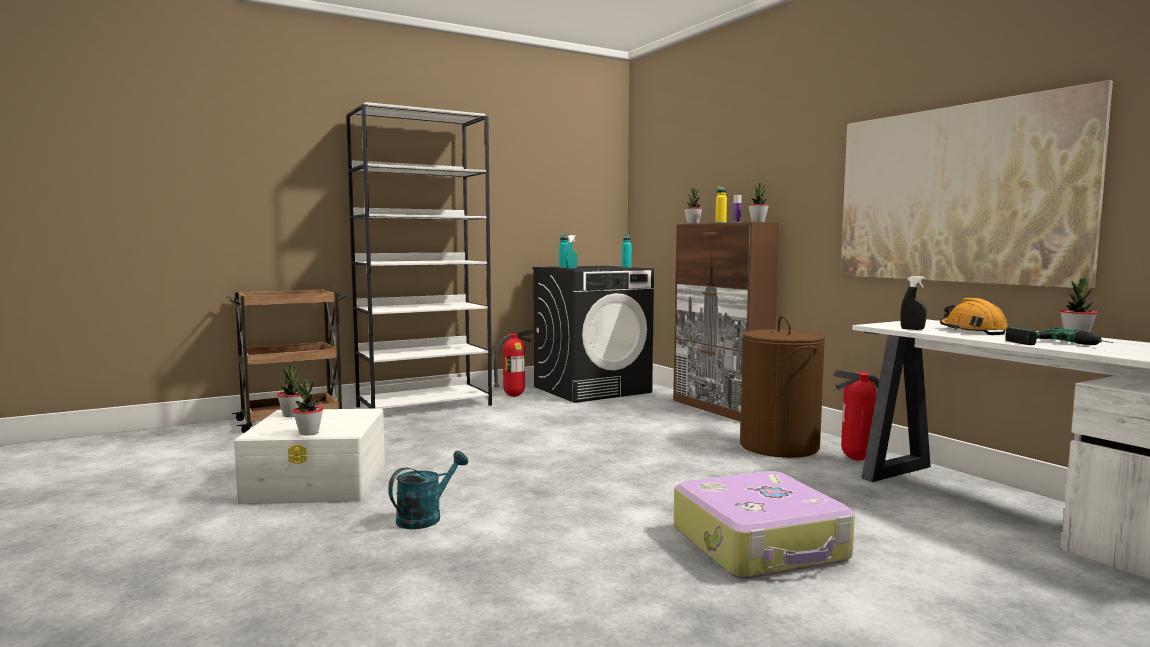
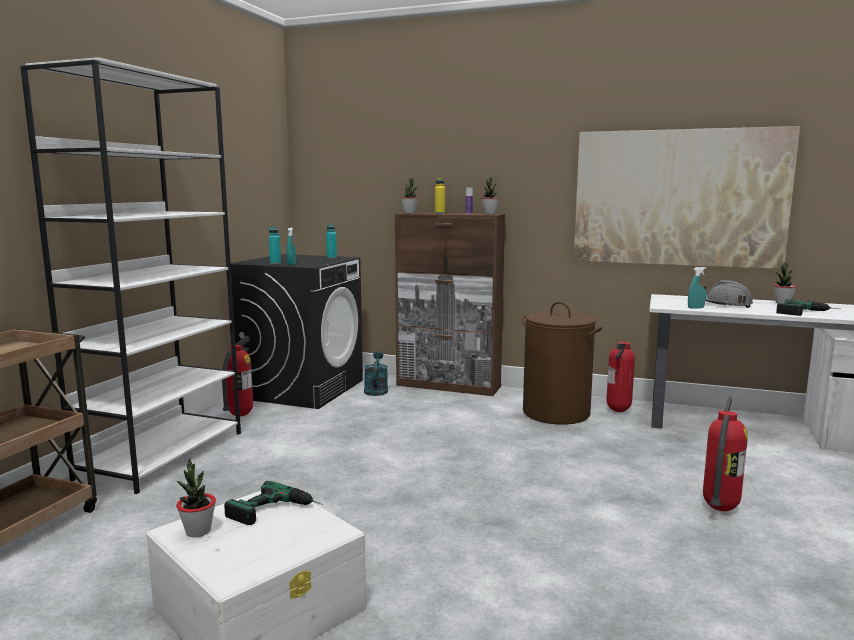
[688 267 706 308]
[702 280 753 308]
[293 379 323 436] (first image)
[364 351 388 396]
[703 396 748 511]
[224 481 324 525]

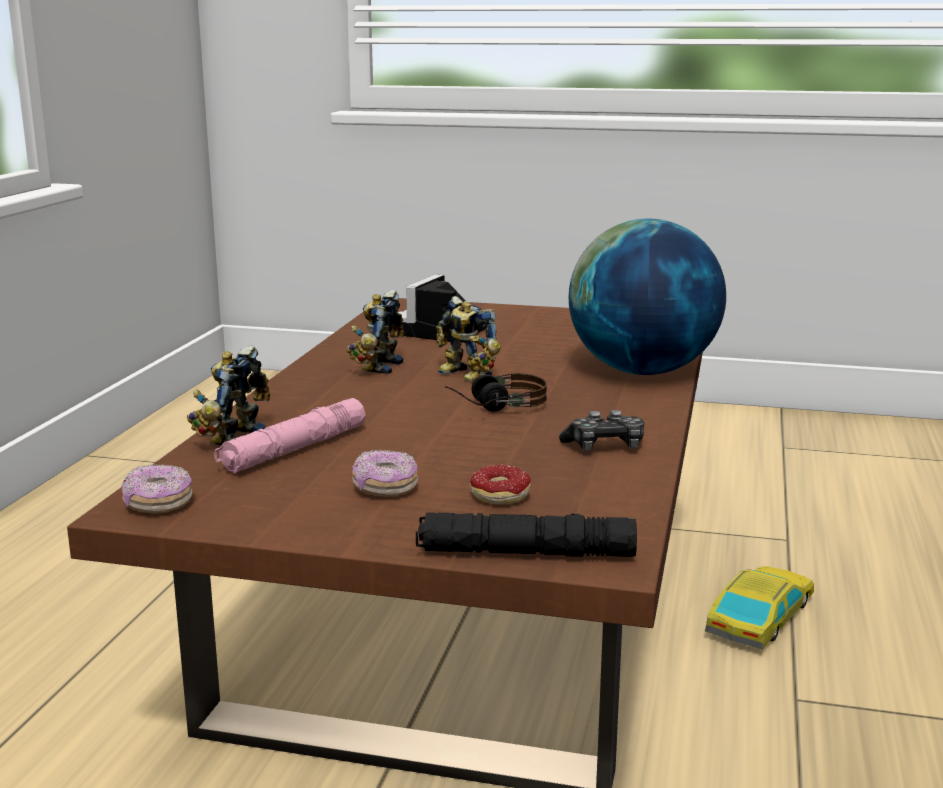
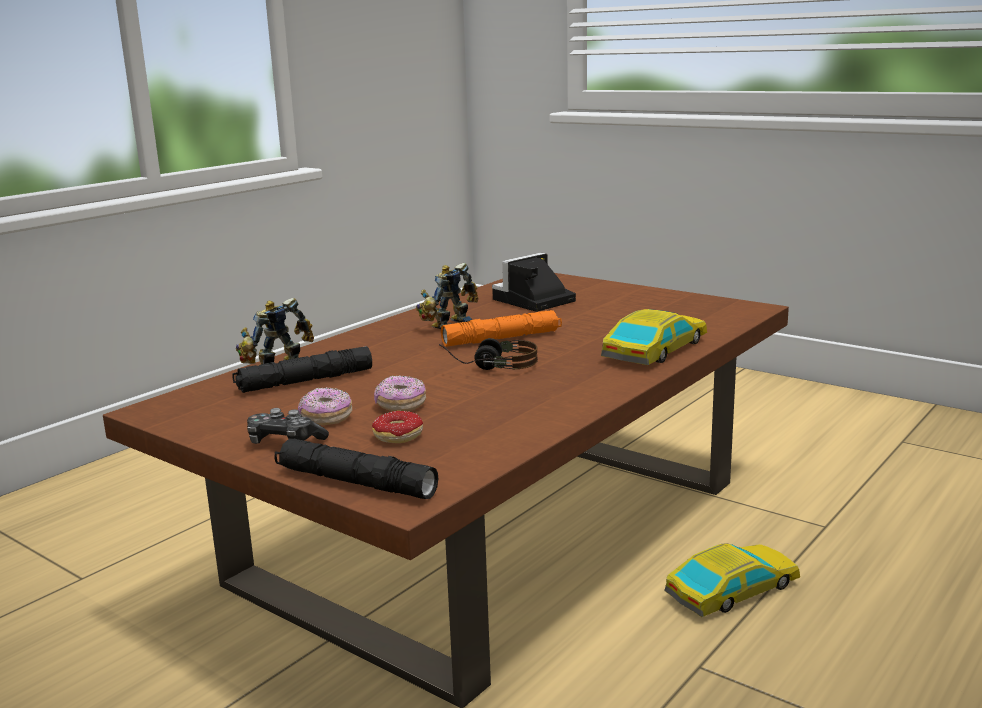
[601 309 707 365]
[441 310 562 347]
[232 346 372 393]
[247 408 329 444]
[374 375 426 411]

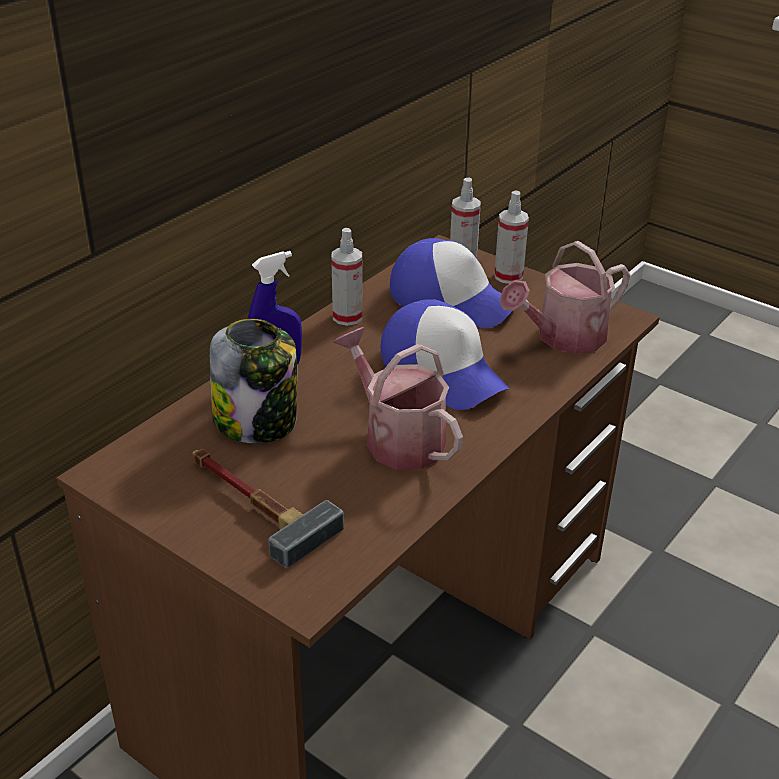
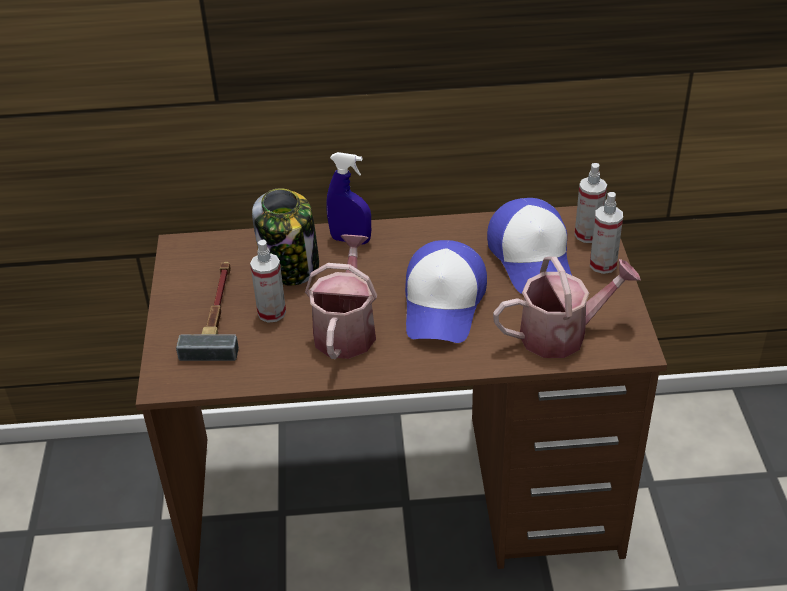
[250 239 286 323]
[493 257 641 358]

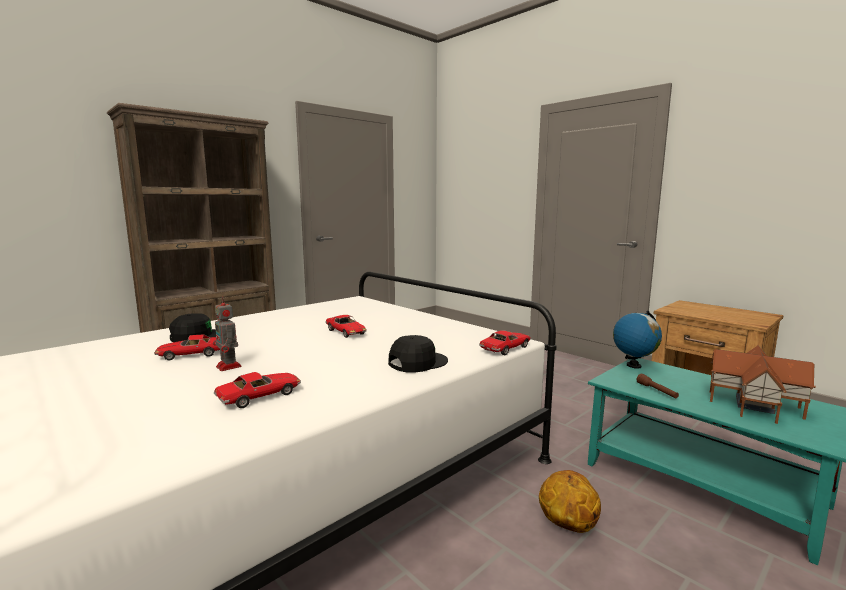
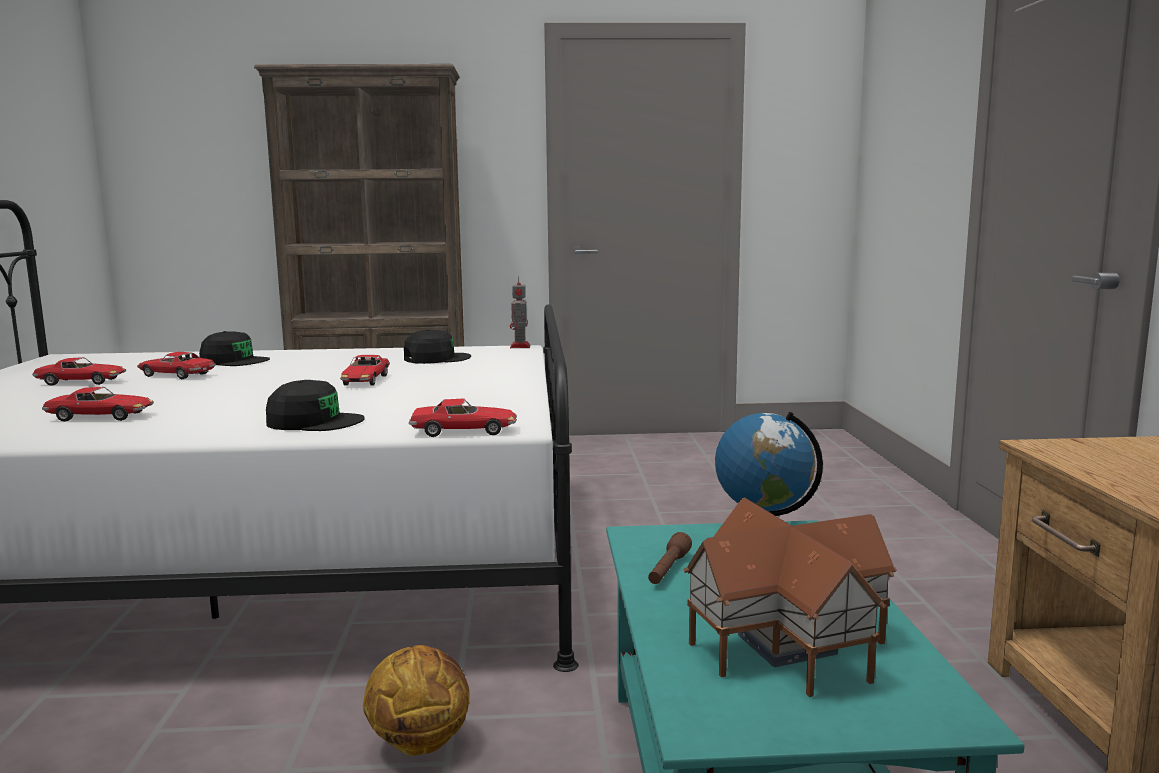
[510 276 530 348]
[404 329 471 364]
[32 357 126 386]

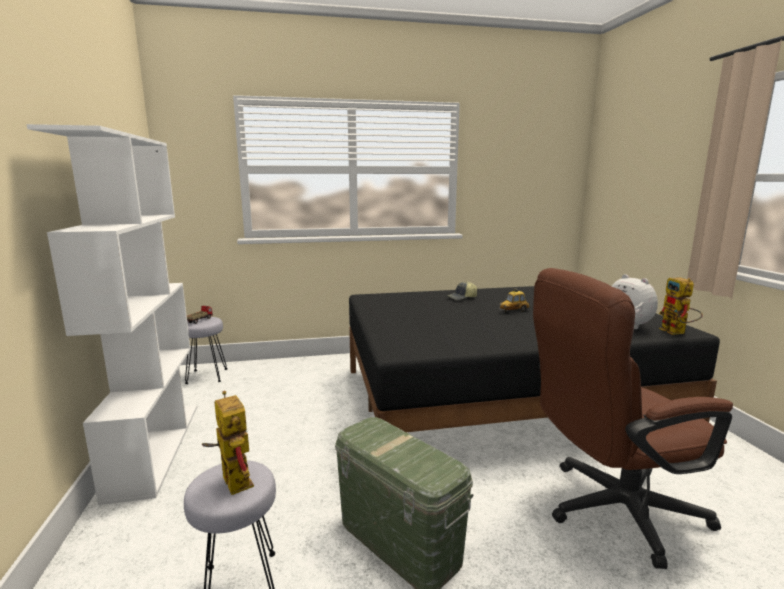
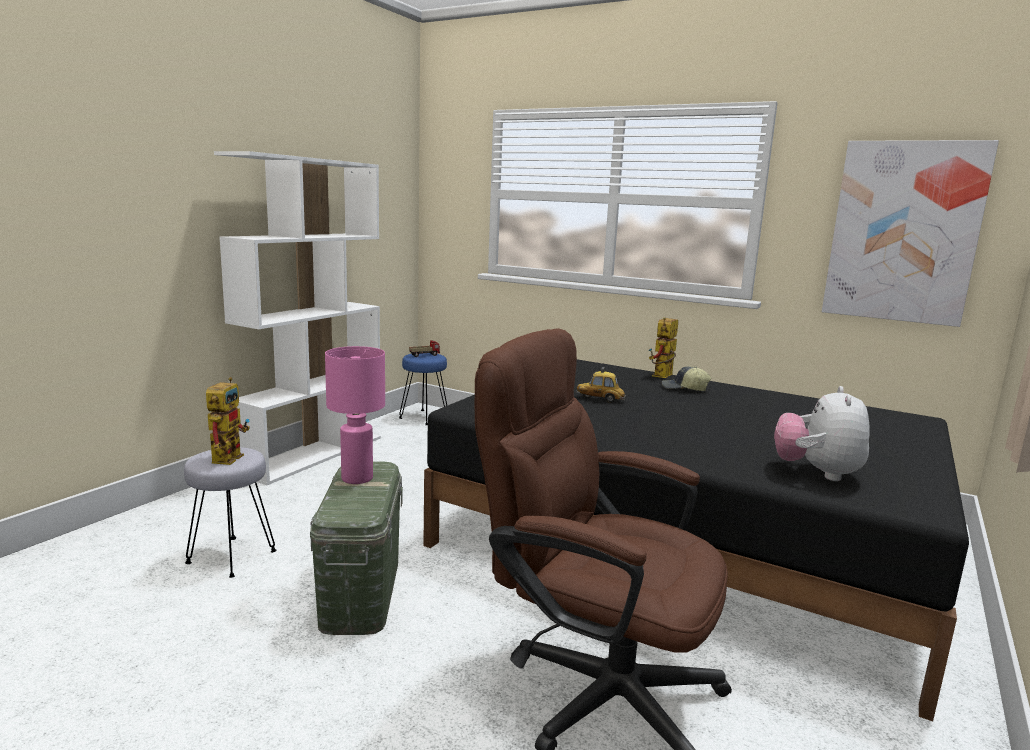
[649 317 678 378]
[576 367 626 403]
[399 353 447 425]
[822 140 999 327]
[325 346 385 484]

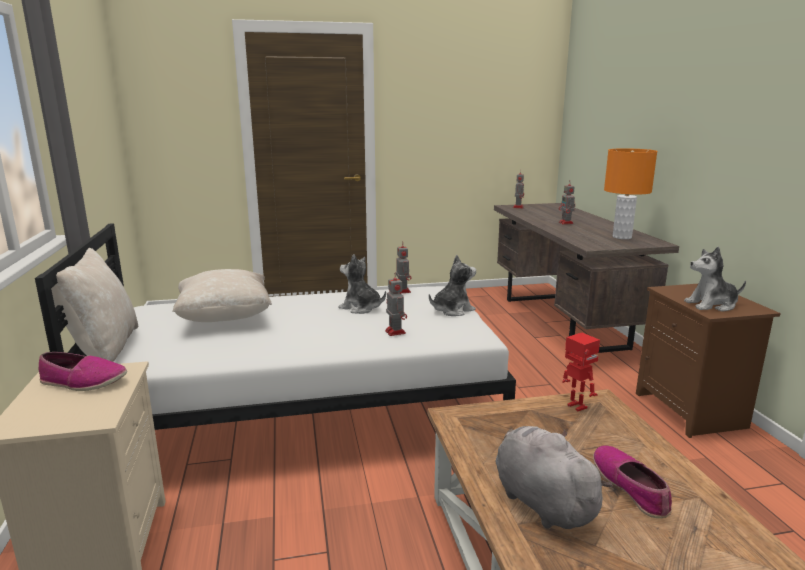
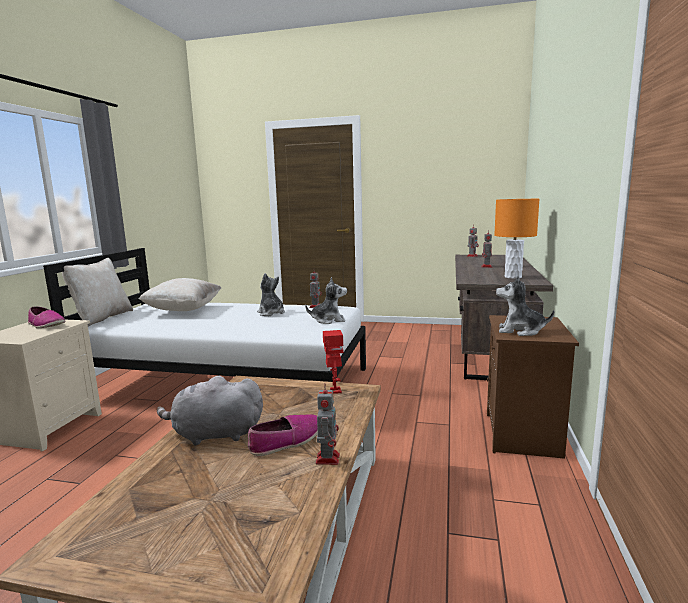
[316 384 340 465]
[157 376 263 446]
[248 414 318 456]

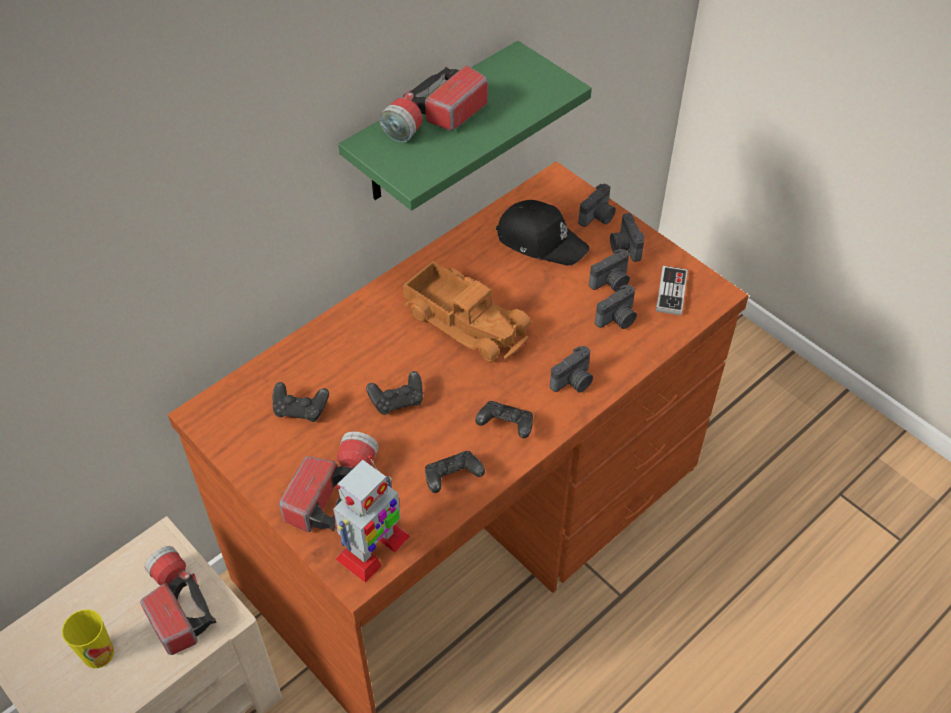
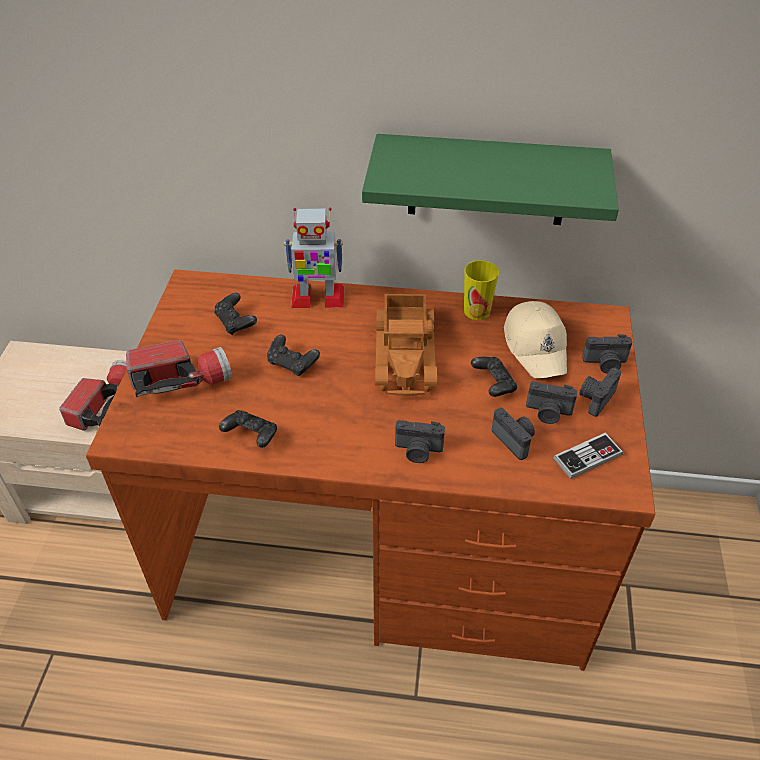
[379 66 488 142] (first image)
[504 301 567 378]
[492 408 535 460]
[471 357 517 397]
[284 208 344 308]
[464 260 499 320]

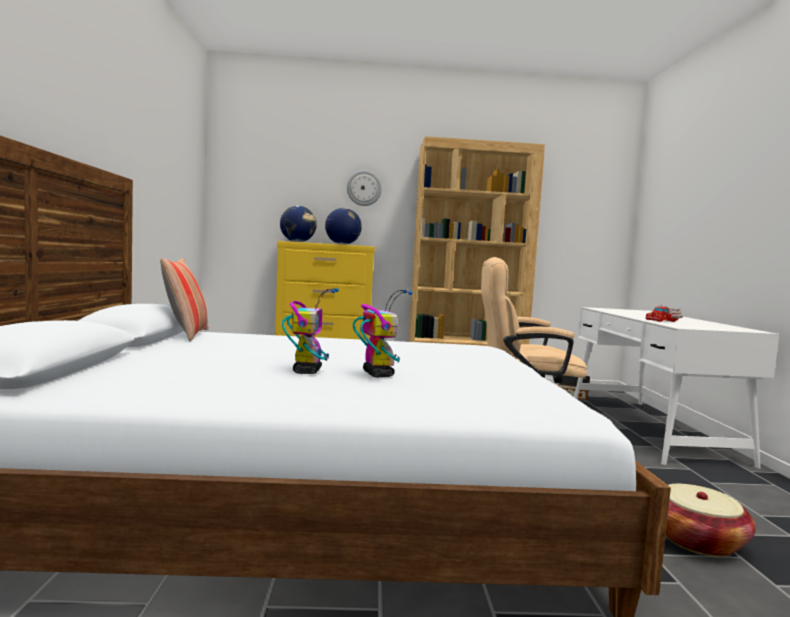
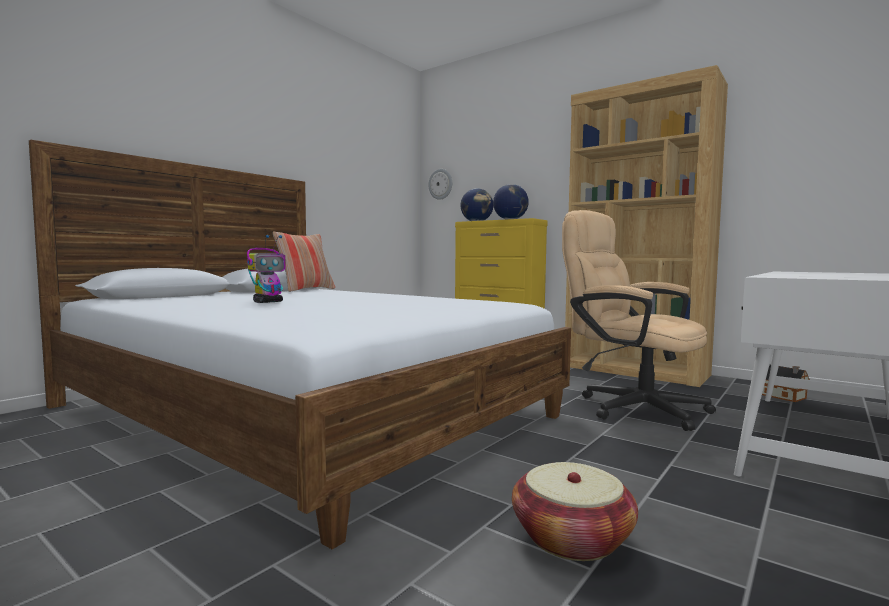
[428 169 452 200]
[353 290 413 377] (first image)
[645 305 683 322] (first image)

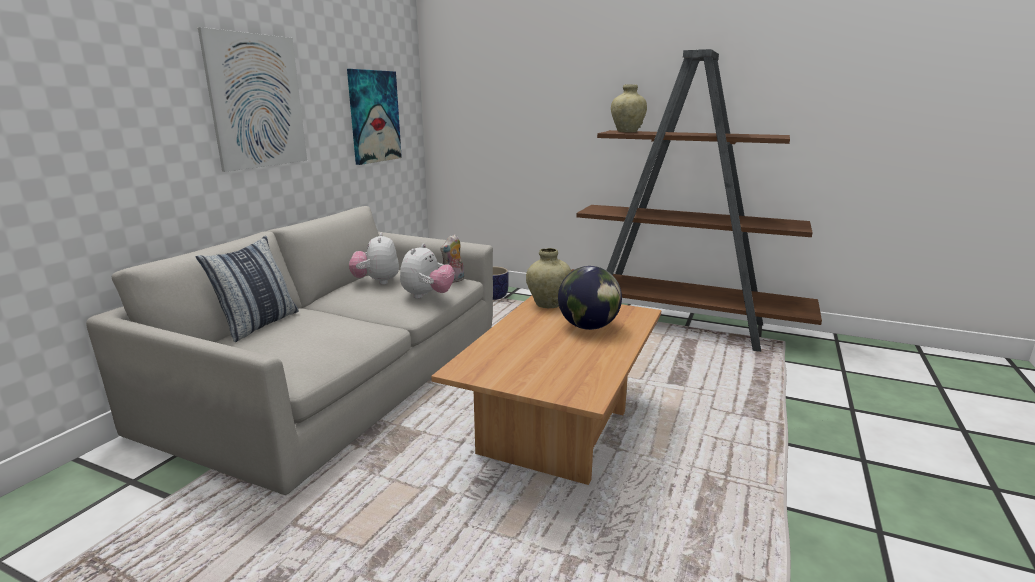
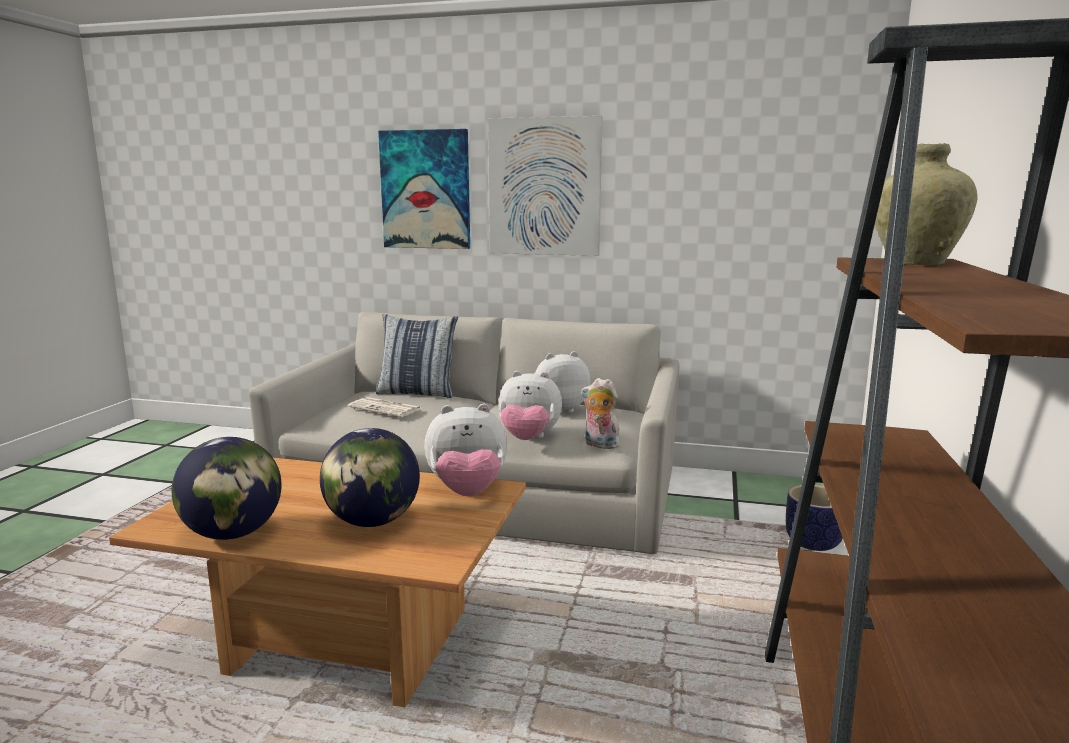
[378 129 470 249]
[424 404 507 496]
[348 397 421 417]
[172 437 282 540]

